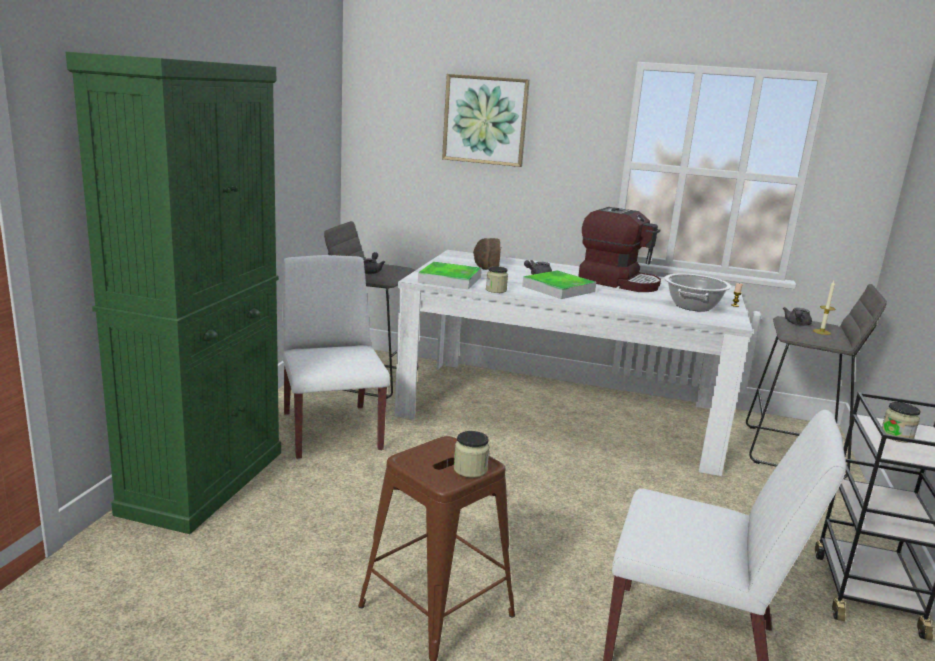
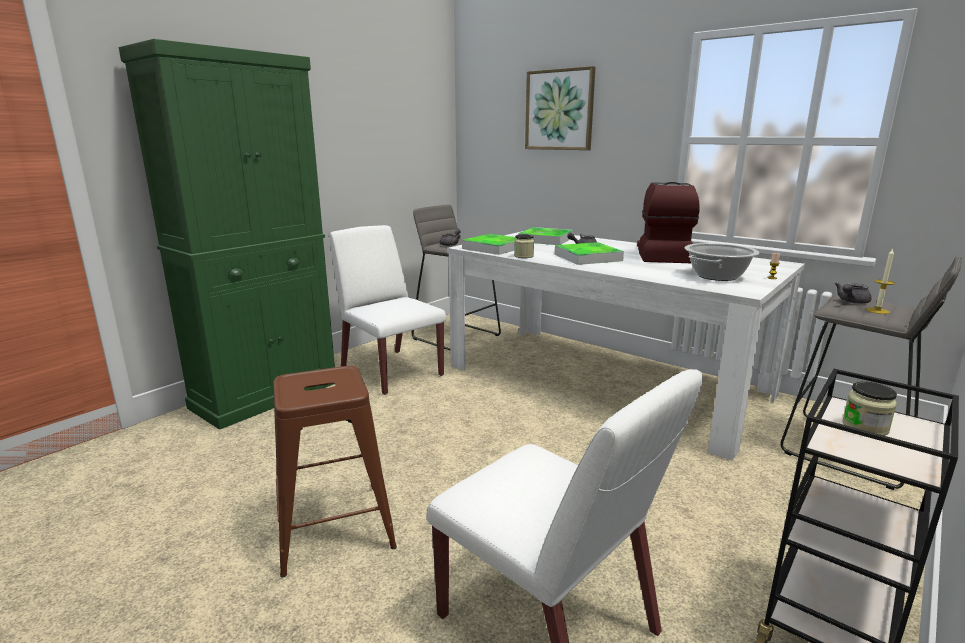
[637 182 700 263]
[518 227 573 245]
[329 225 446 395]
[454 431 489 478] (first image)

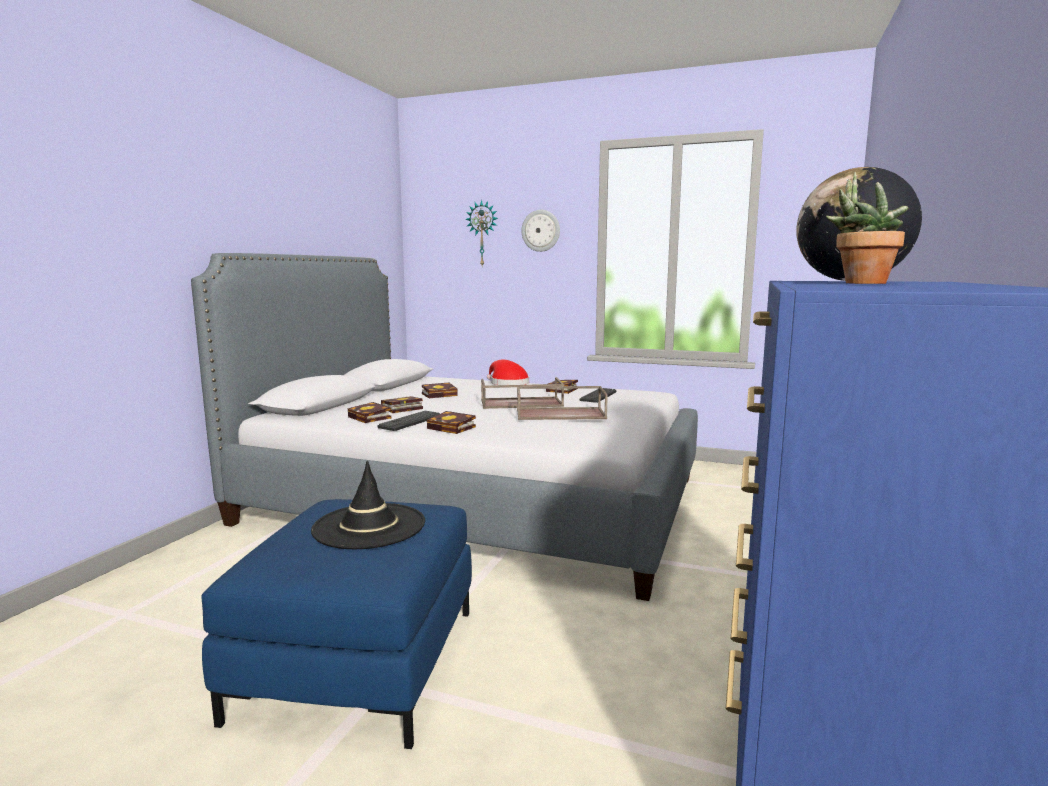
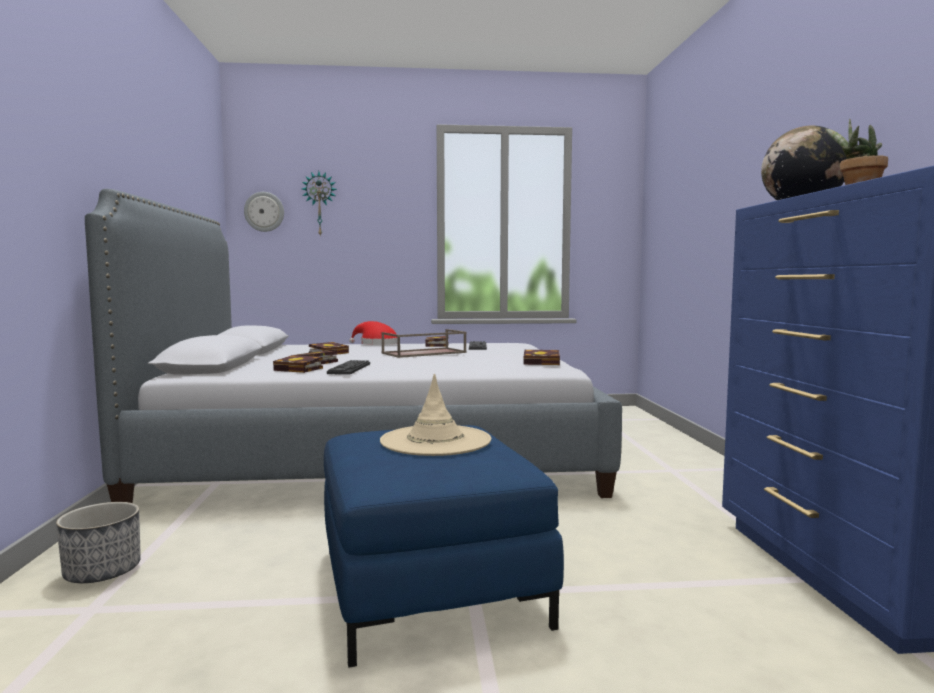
[244 192 284 232]
[517 386 608 420] (first image)
[524 350 560 365]
[380 374 491 456]
[56 502 141 583]

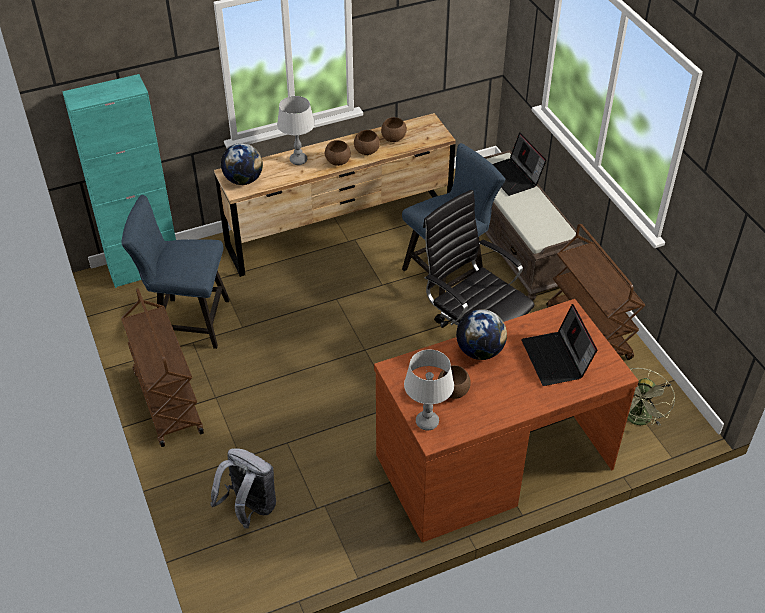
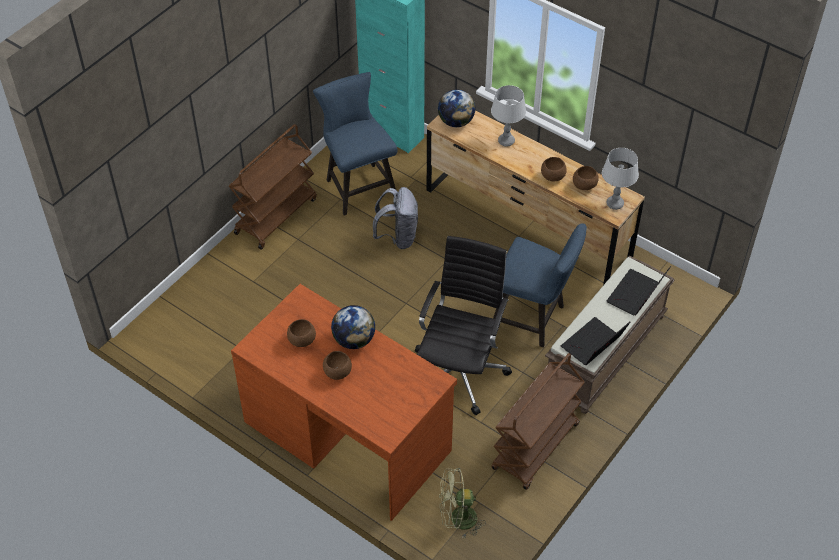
[323 351 352 380]
[561 317 630 365]
[602 148 639 210]
[373 187 418 249]

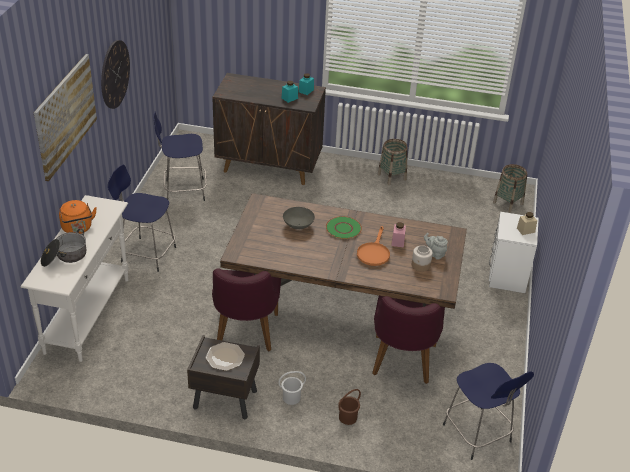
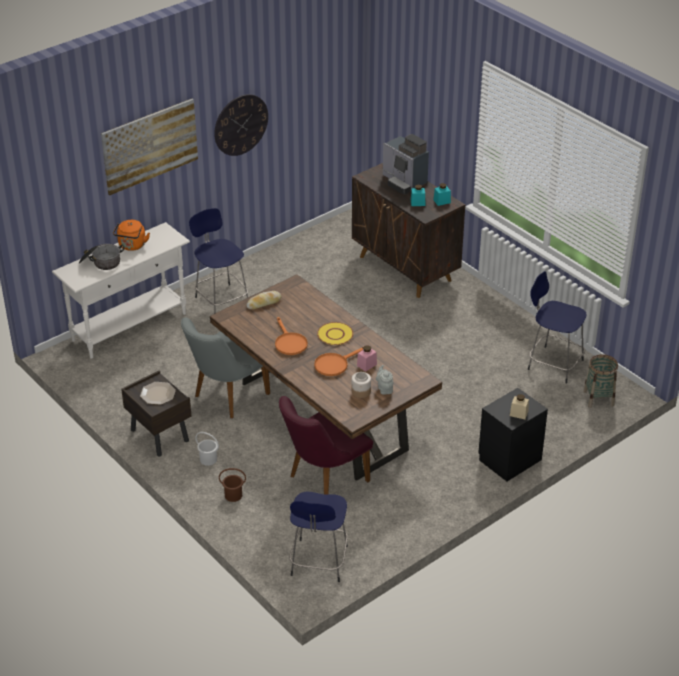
[528 271 587 384]
[378 139 408 185] (first image)
[283 207 315 229] (first image)
[478 388 548 481]
[317 322 354 345]
[181 317 270 418]
[383 134 429 194]
[247 291 281 310]
[275 317 308 355]

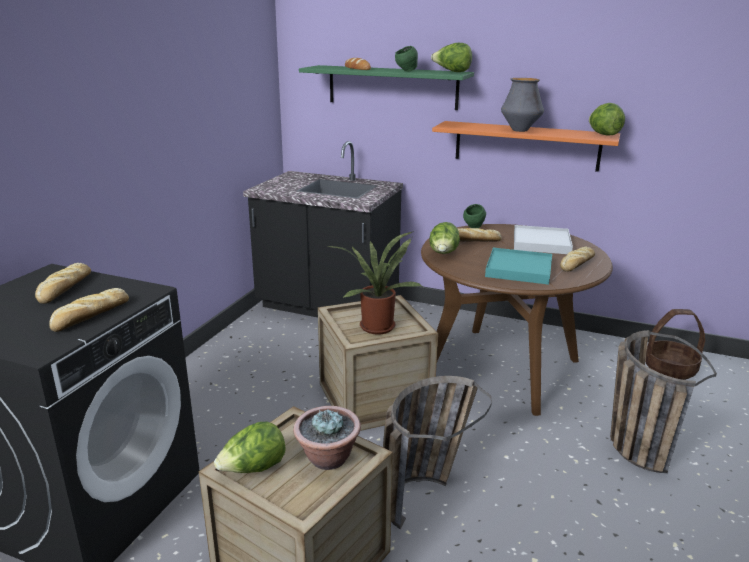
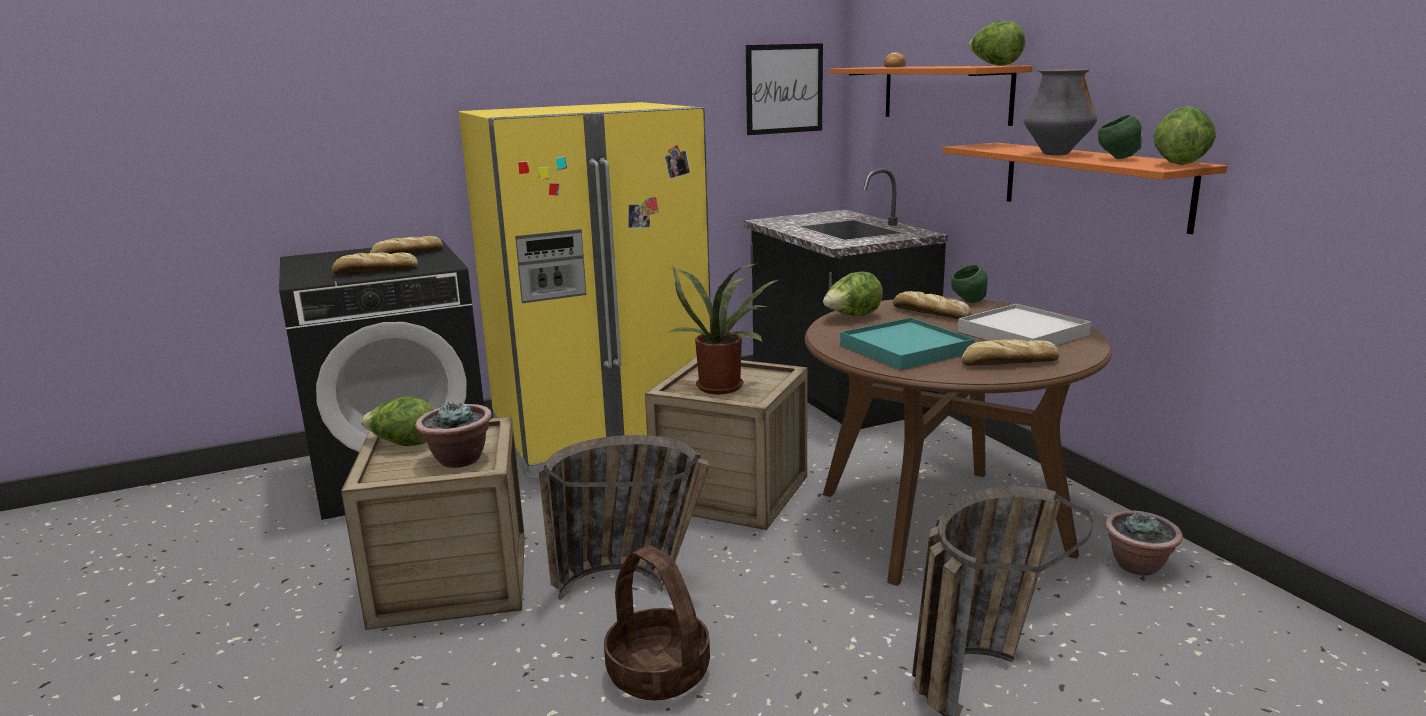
[1098 115 1142 159]
[829 66 1033 126]
[604 545 710 700]
[746 43 823 135]
[459 102 711 479]
[1105 511 1183 575]

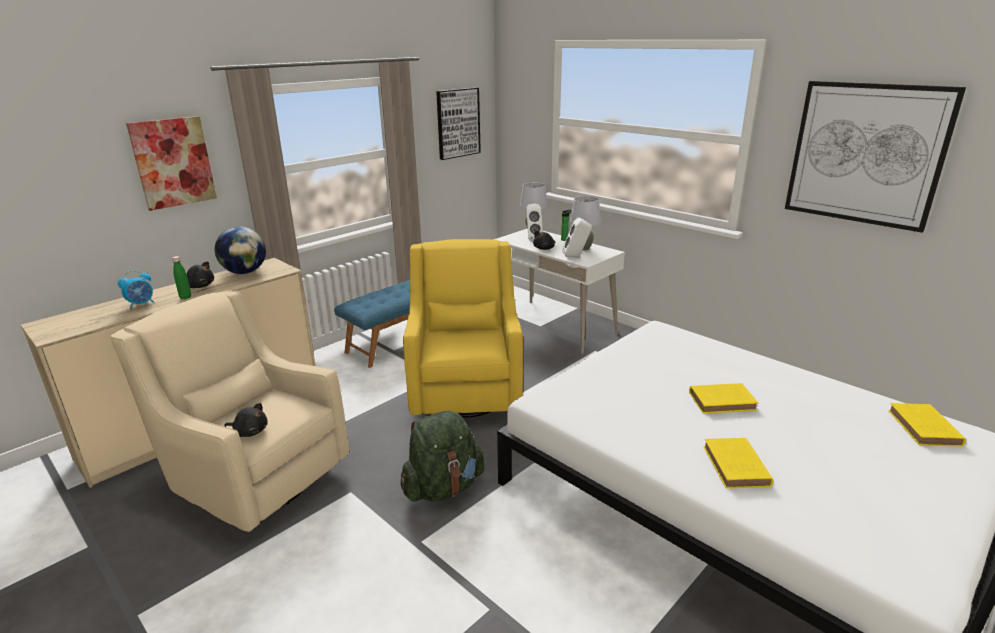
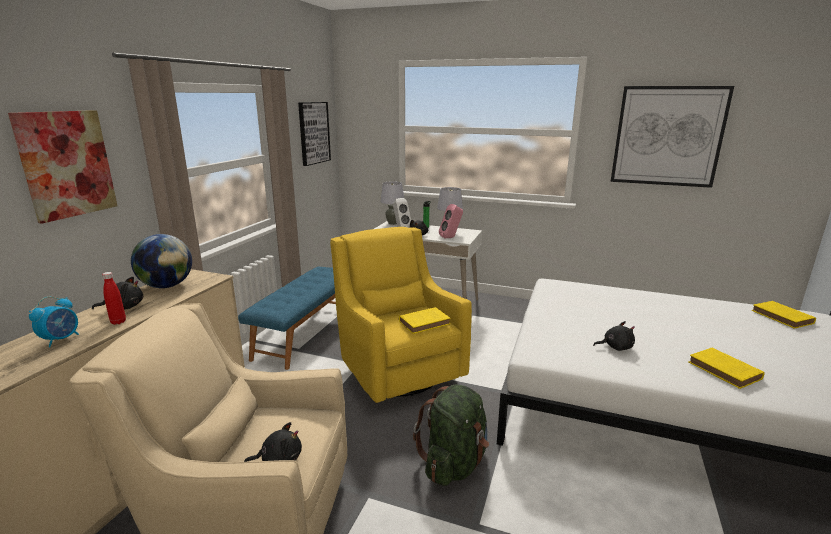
[439 204 463 238]
[102 272 126 325]
[399 307 450 334]
[593 321 635 351]

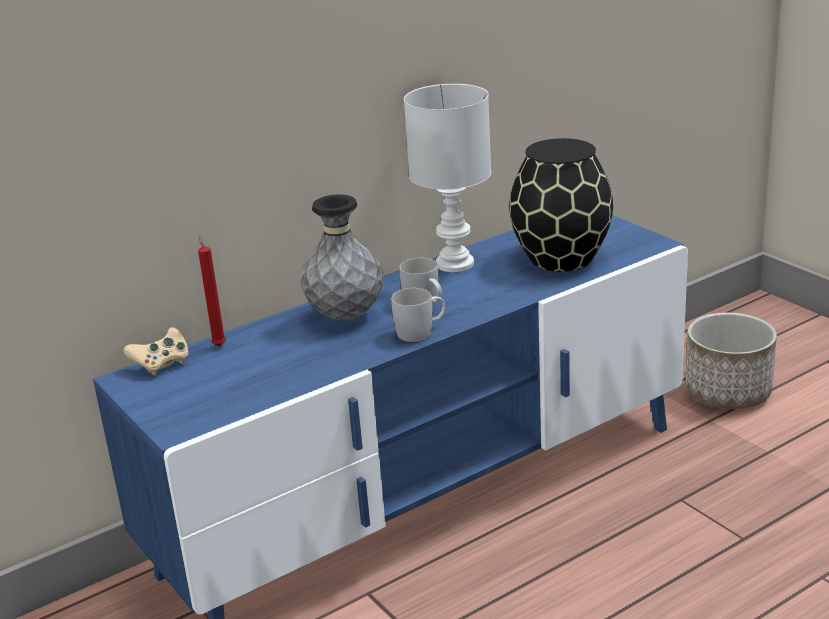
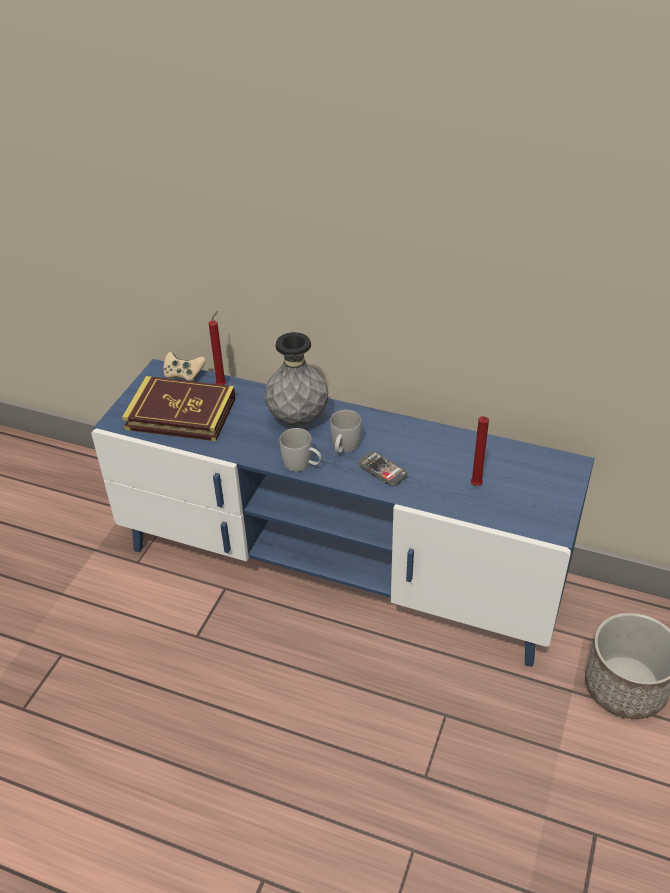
[404 84 491 272] (first image)
[471 416 489 486]
[122 376 236 441]
[358 451 408 486]

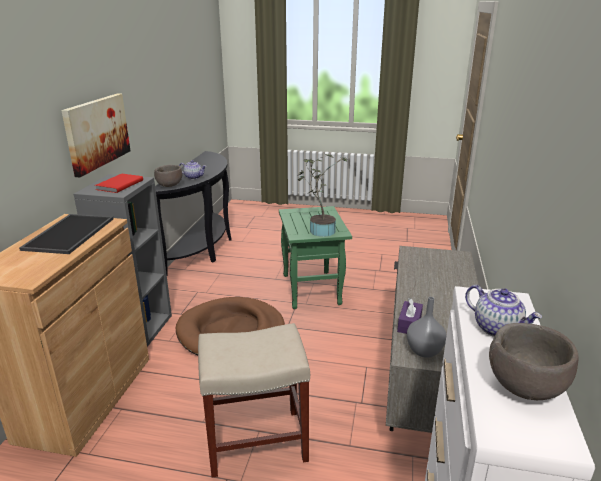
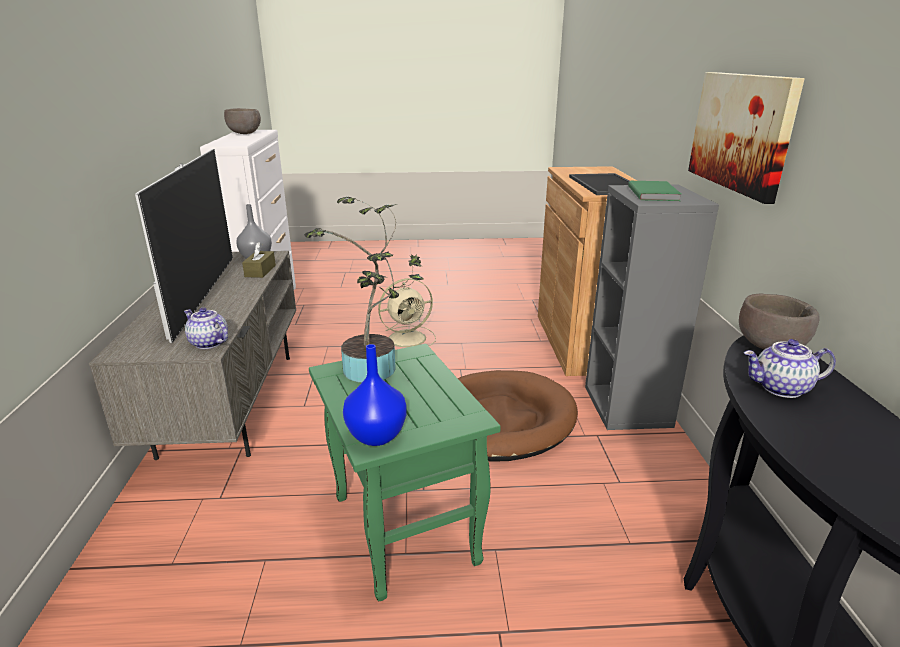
[628 181 681 201]
[184 307 228 349]
[242 242 276 278]
[378 278 436 350]
[135 149 233 343]
[343 344 407 446]

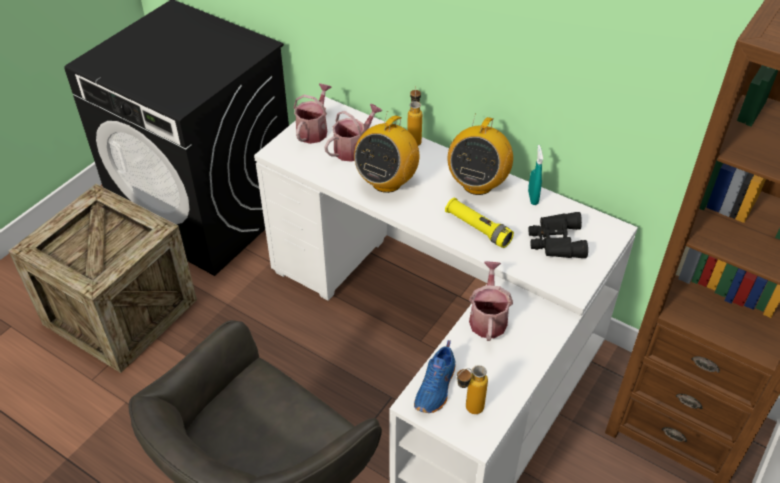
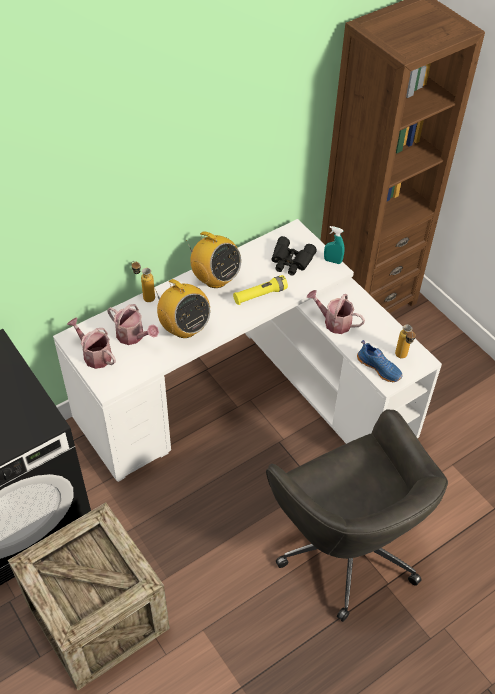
[107 304 159 345]
[324 226 345 264]

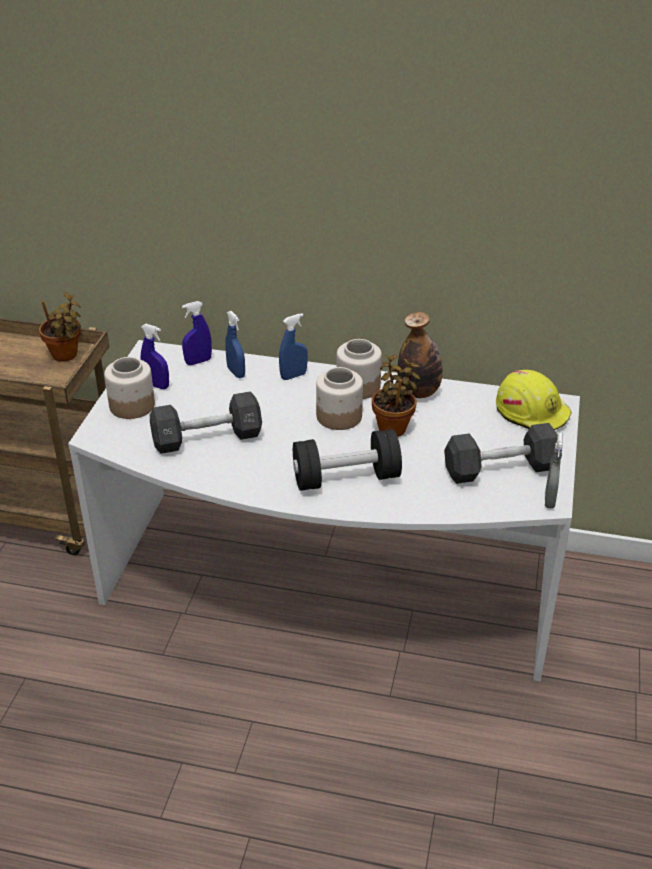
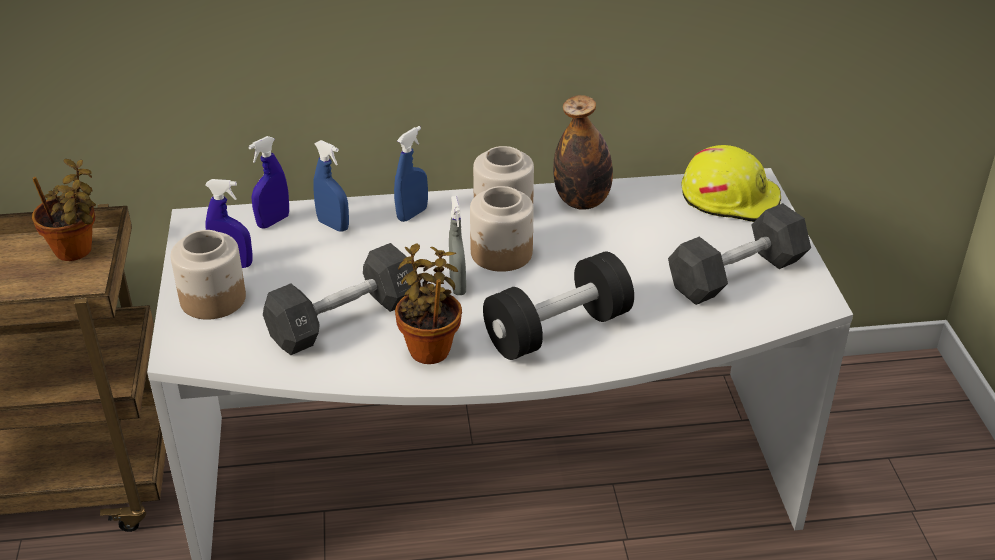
[395 244 462 364]
[449 196 466 295]

